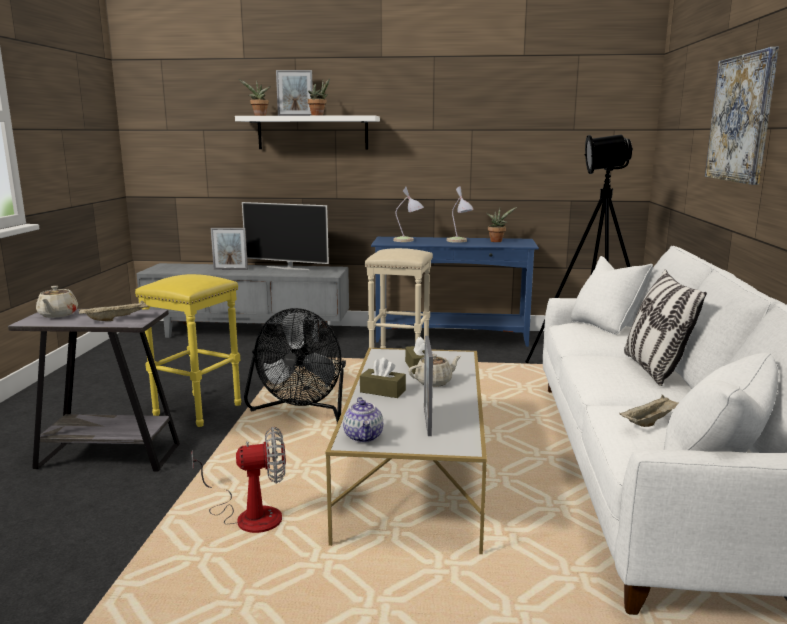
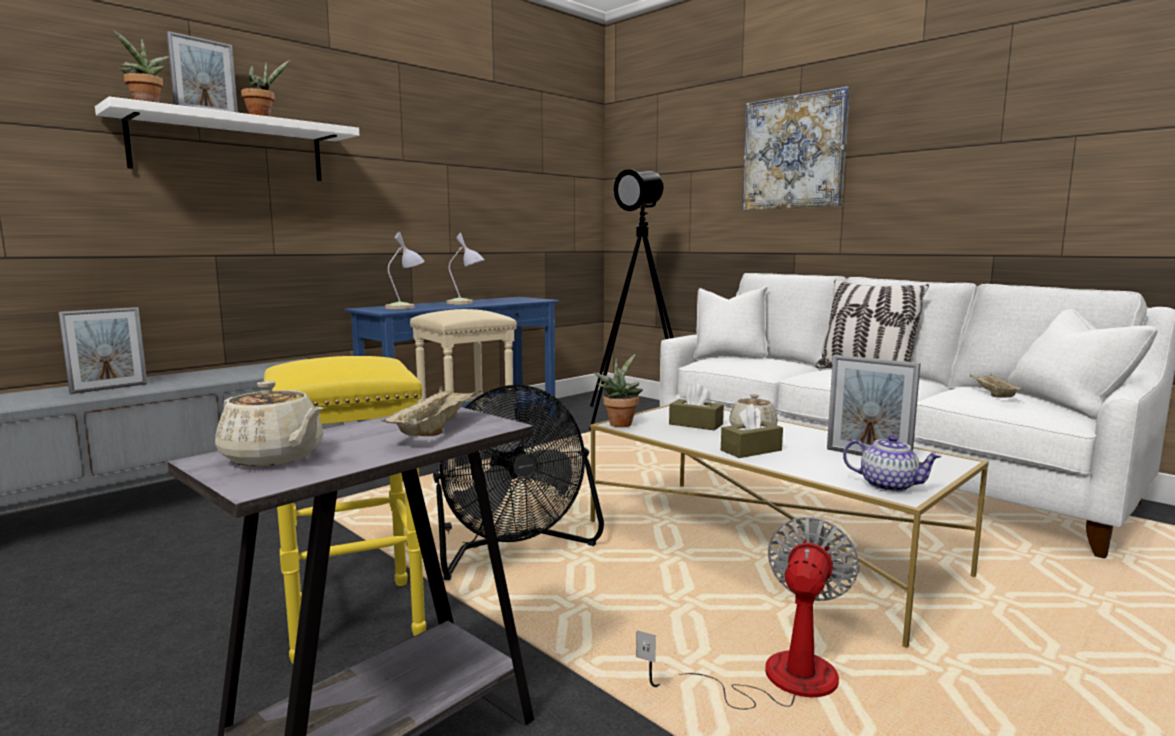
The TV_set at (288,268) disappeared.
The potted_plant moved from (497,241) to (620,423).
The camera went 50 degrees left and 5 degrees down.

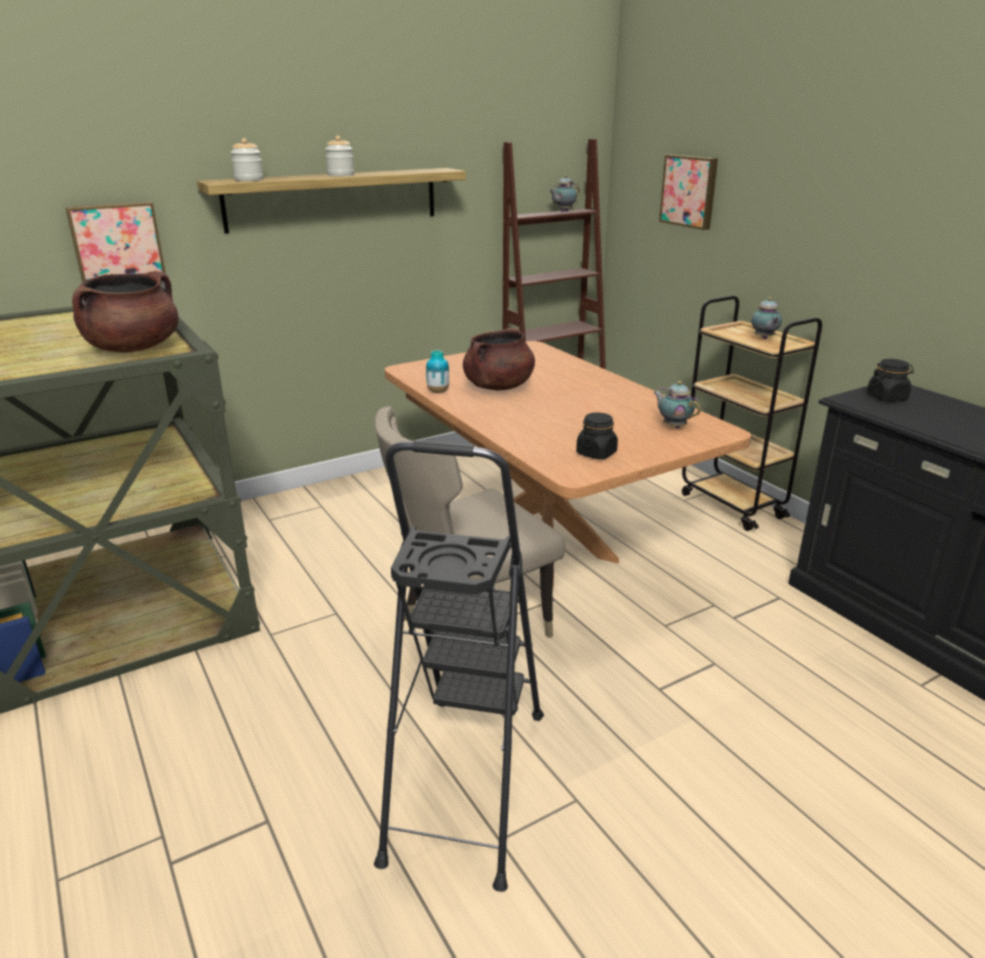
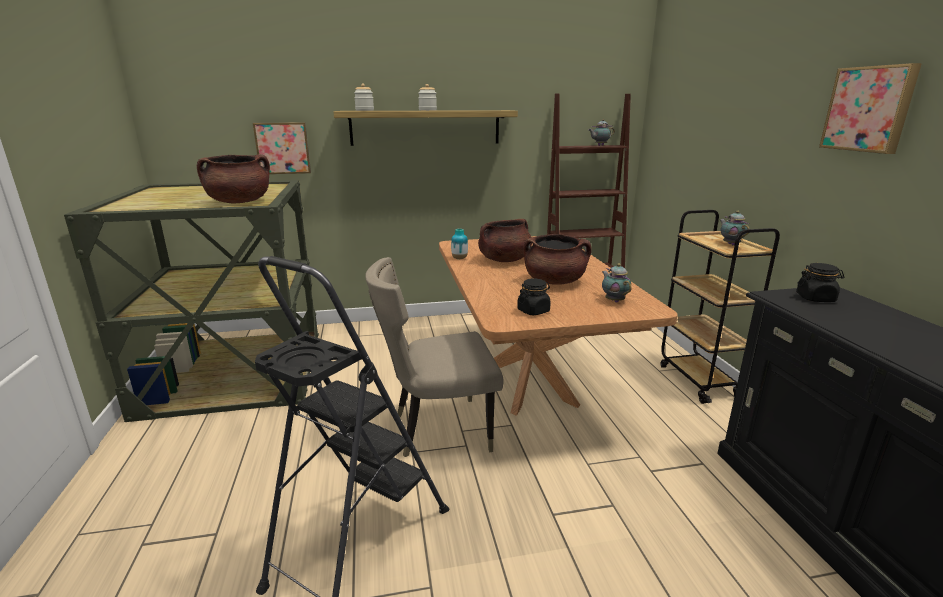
The wall_art moved from (690,191) to (869,109).
The pot_for_tea at (764,338) turned 150 degrees clockwise.
The brownish_cooking_pot at (554,282) appeared.
The camera went 20 degrees right and 5 degrees down.

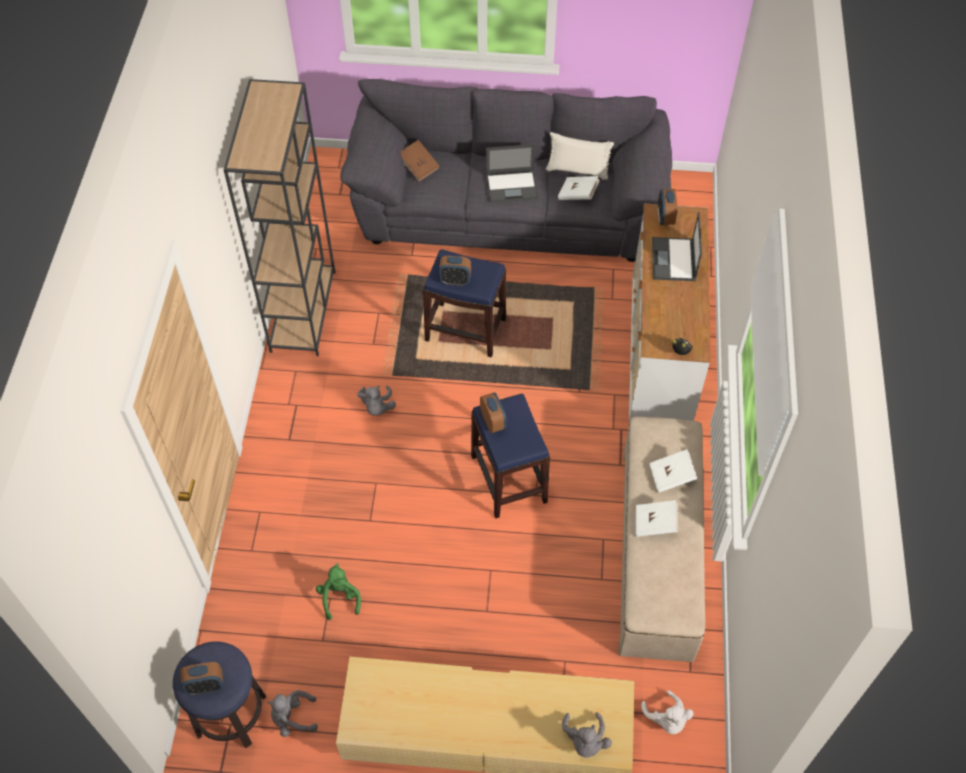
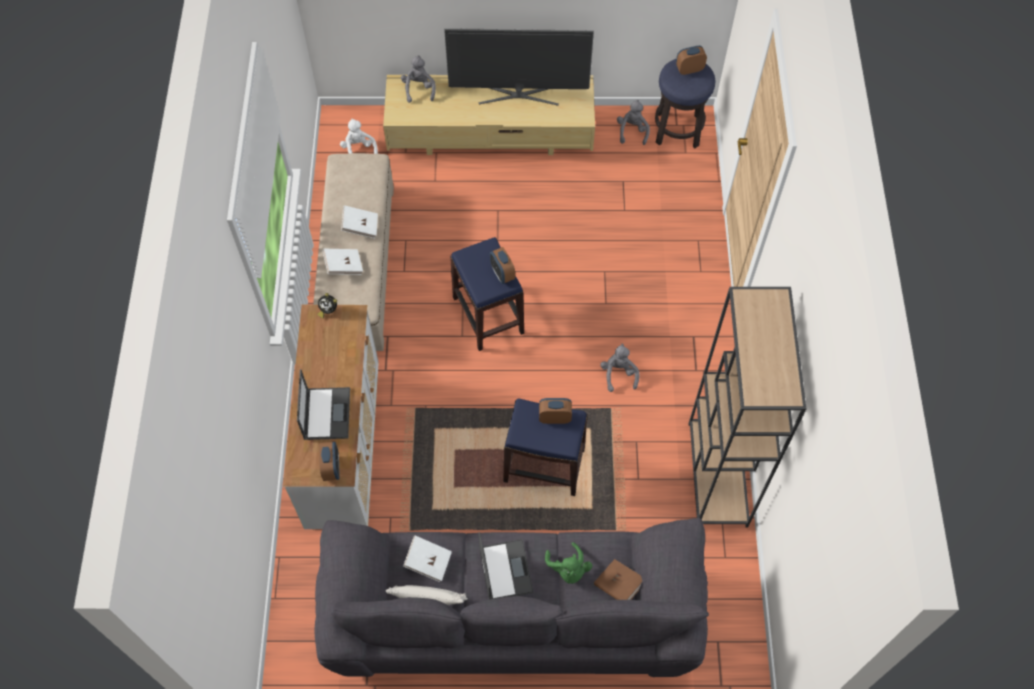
The notebook_computer at (512,186) turned 90 degrees clockwise.
The green-coloured_cuddly_toy moved from (339,597) to (568,569).
The grey_cuddly_toy at (293,718) turned 75 degrees counterclockwise.
The TV_set at (519,94) appeared.
The camera went 175 degrees right and 5 degrees up.

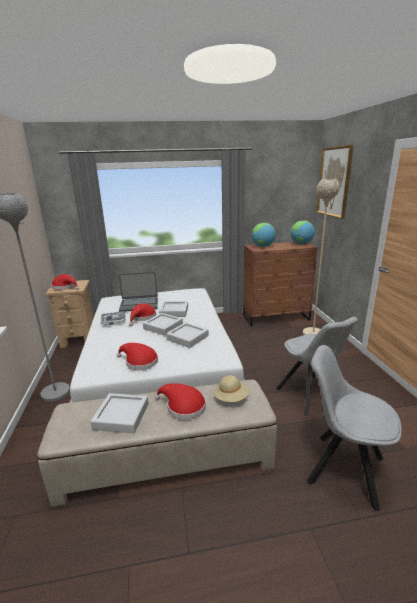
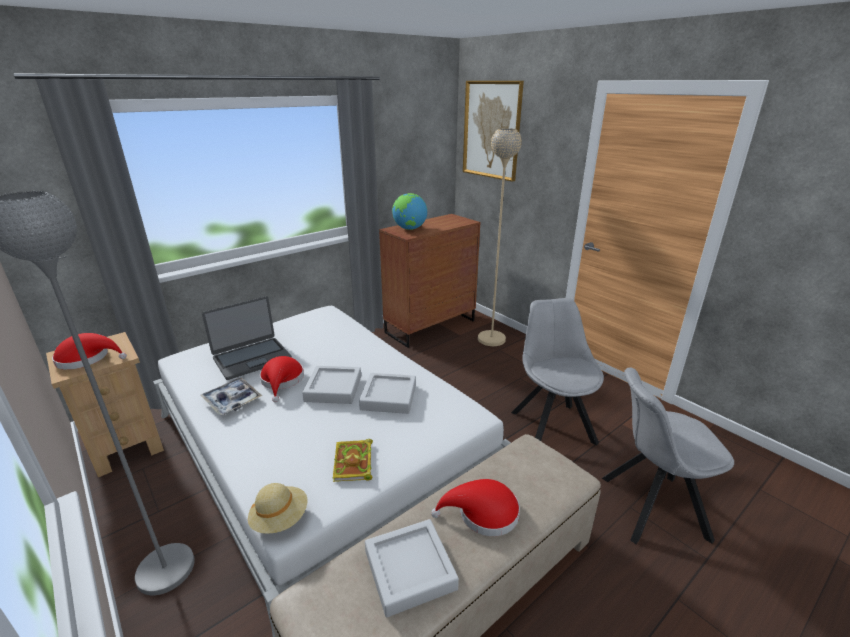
The desk_globe at (301,244) disappeared.
The grey_tray at (174,311) disappeared.
The grey_upright_chair at (311,395) turned 135 degrees counterclockwise.
The red-coloured_hat at (139,362) was replaced by the book at (354,463).
The beige-coloured_hat moved from (231,398) to (280,519).
The camera went 30 degrees left and 5 degrees up.

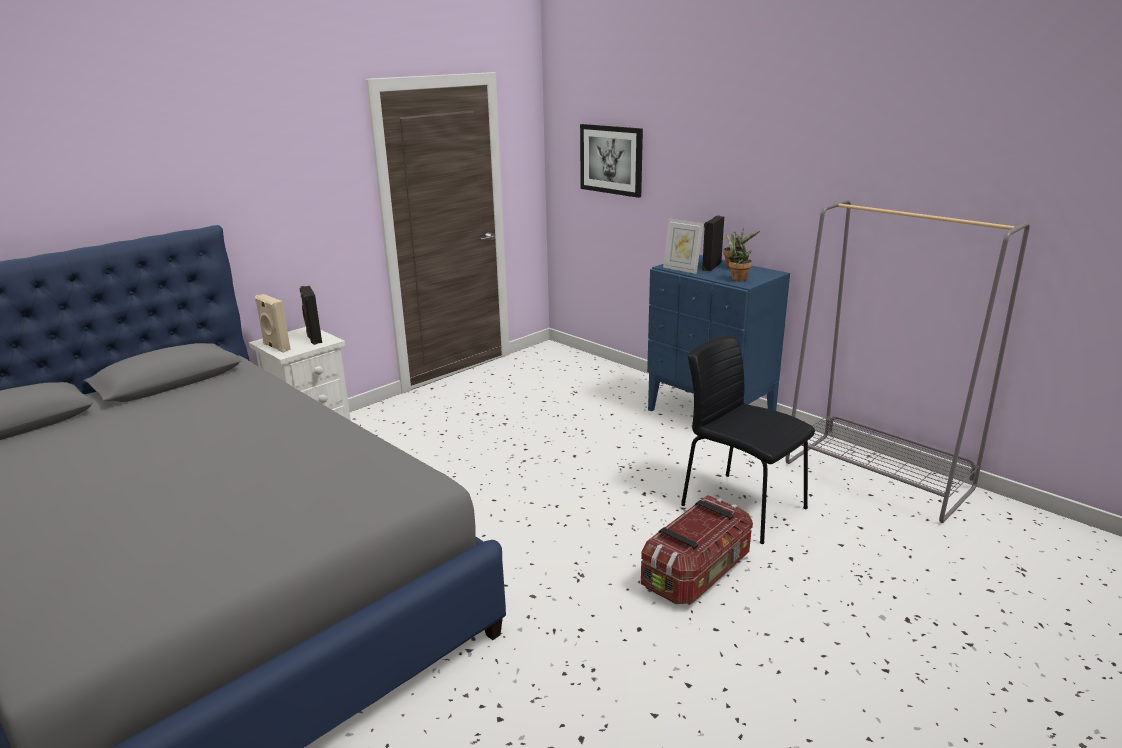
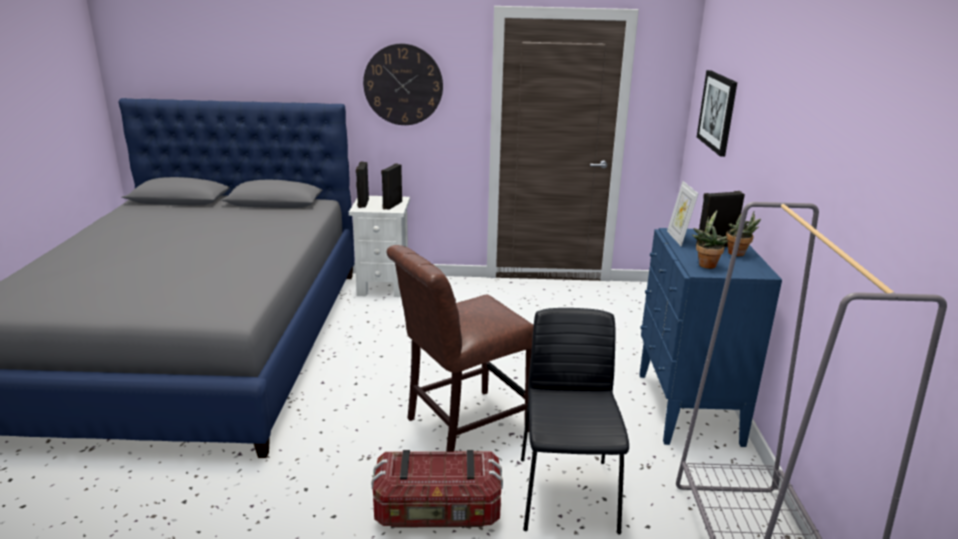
The beige-coloured_audio_speaker at (275,347) became the black_audio_speaker at (362,203).
The hanging_clock at (403,85) appeared.
The brownish_upright_chair at (461,426) appeared.
The camera went 45 degrees right and 0 degrees up.

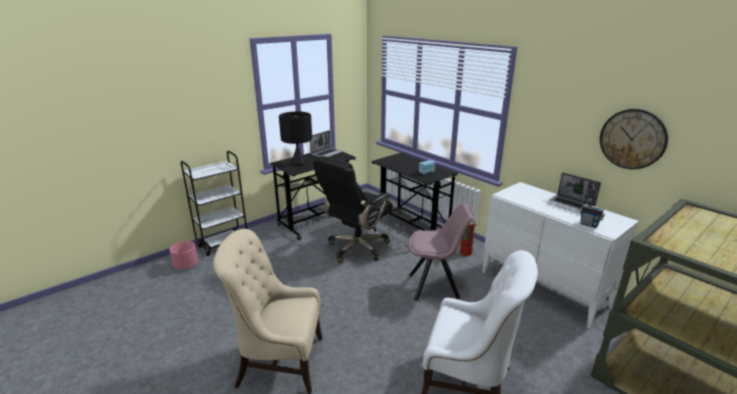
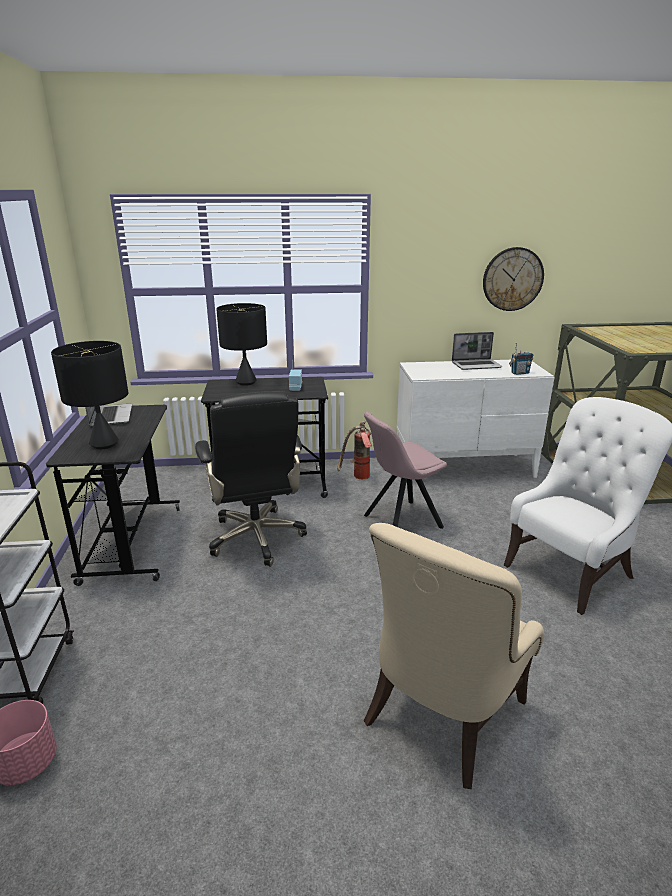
The pink_upright_chair at (434,287) turned 150 degrees counterclockwise.
The black_tabletop_lamp at (246,383) appeared.
The camera went 55 degrees left and 0 degrees up.

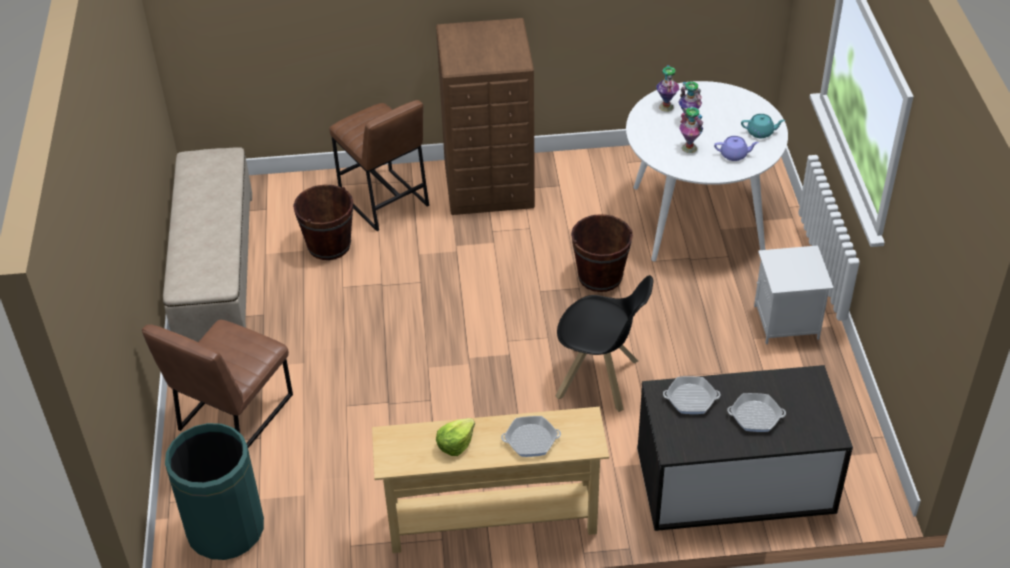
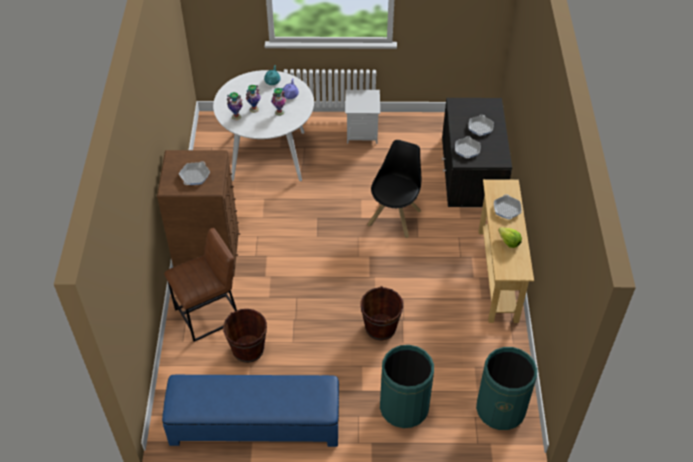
The beige-coloured_long_seat at (215,266) became the blue_long_seat at (254,423).
The brownish_water_bucket moved from (600,276) to (380,327).
The brownish_upright_chair at (233,414) was replaced by the green-coloured_waste_bin at (404,407).
The pan at (195,176) appeared.
The camera went 85 degrees left and 5 degrees up.

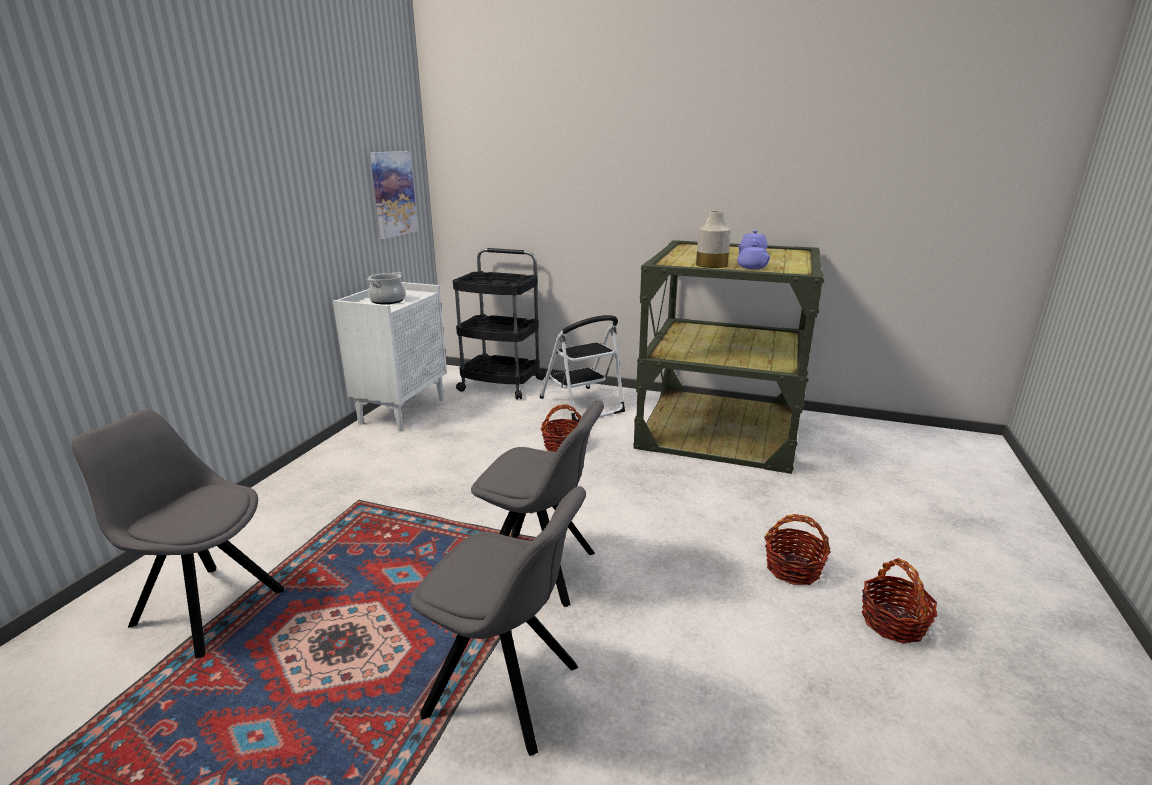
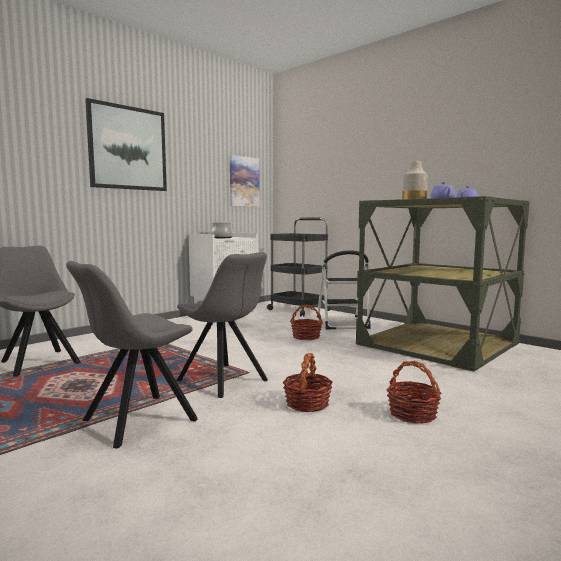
The grey_upright_chair at (504,690) turned 90 degrees clockwise.
The storage_basket moved from (893,622) to (307,404).
The wall_art at (128,148) appeared.
The camera went 25 degrees right and 15 degrees down.

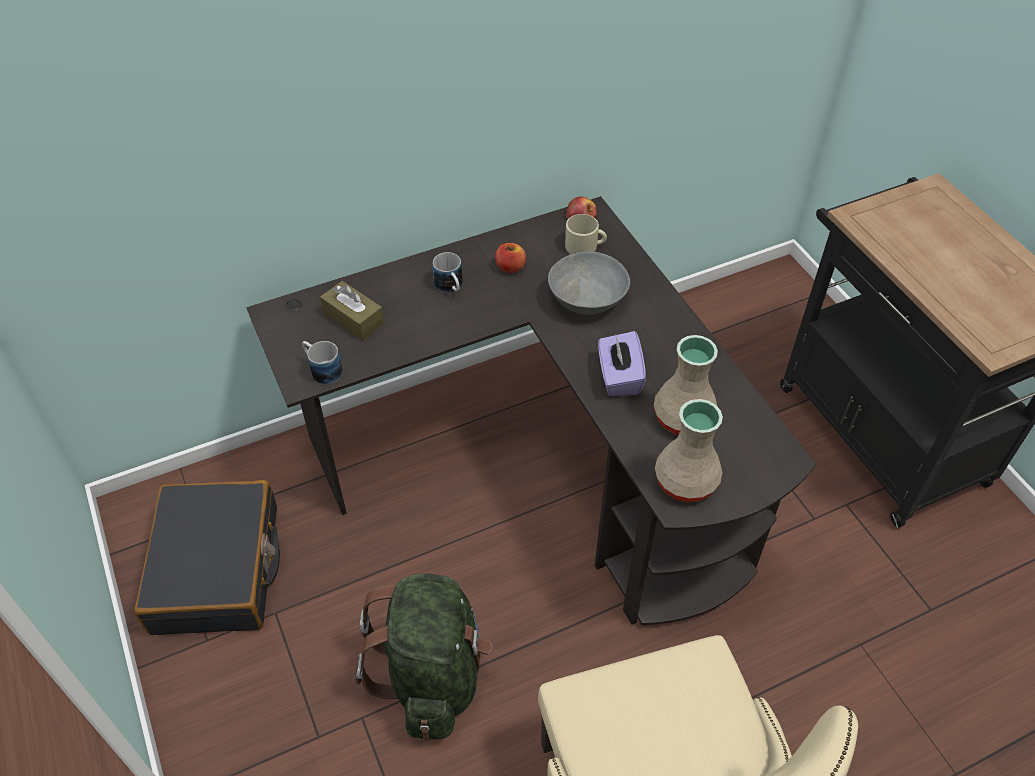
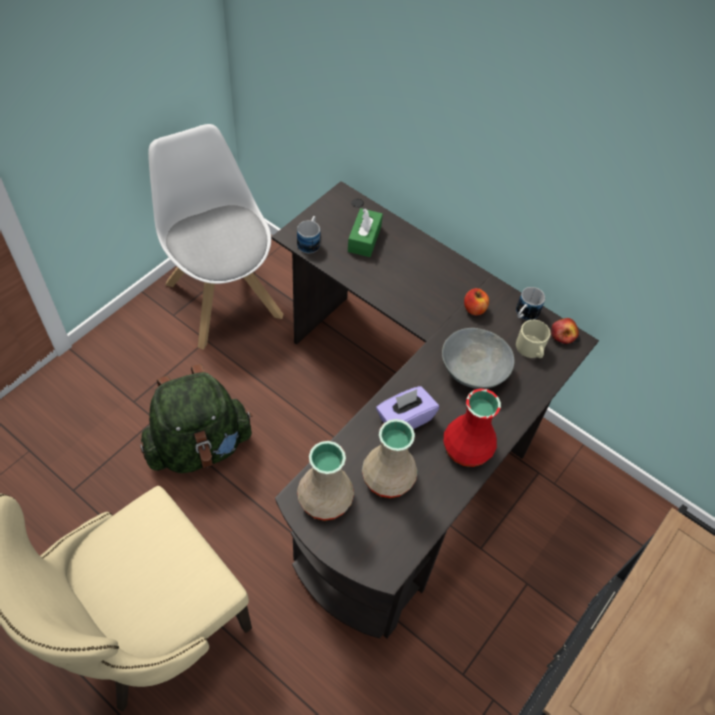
The mug moved from (451,288) to (524,315).
The brownish_tissue_box at (353,319) became the green-coloured_tissue_box at (364,239).
The black_suitcase at (217,569) was replaced by the upright_chair at (222,297).
The red-coloured_vase at (466,448) appeared.
The camera went 60 degrees right and 5 degrees up.

